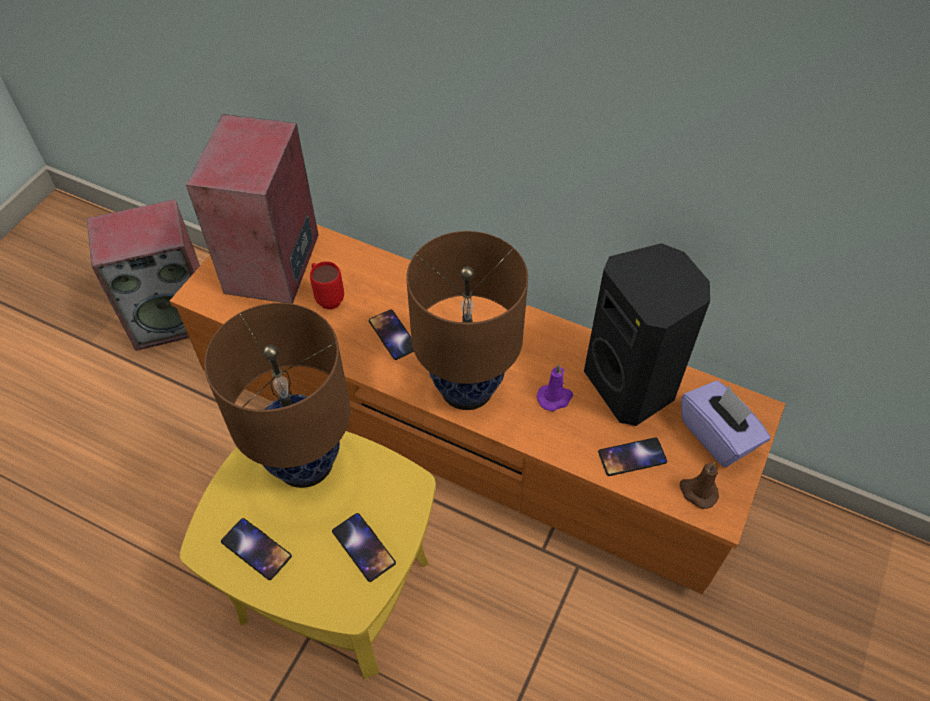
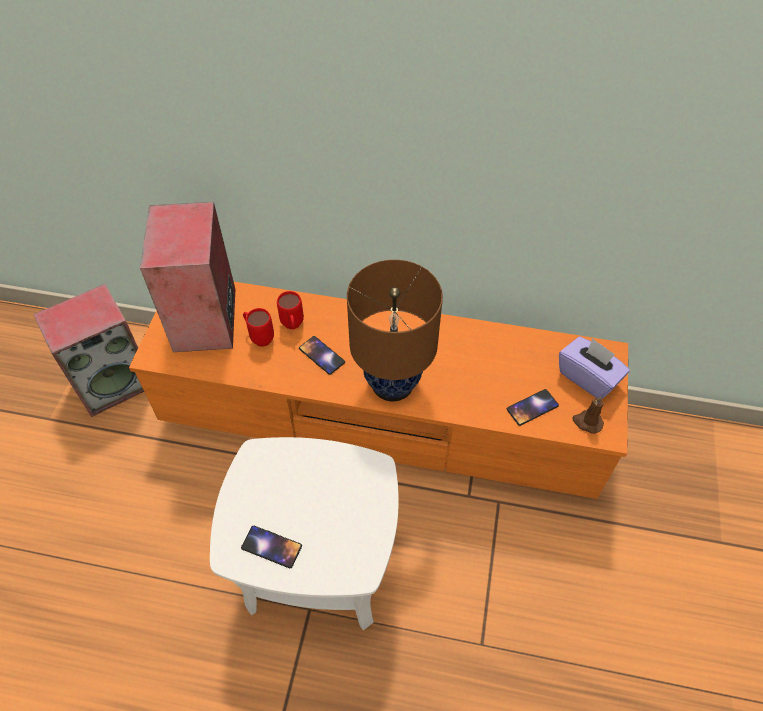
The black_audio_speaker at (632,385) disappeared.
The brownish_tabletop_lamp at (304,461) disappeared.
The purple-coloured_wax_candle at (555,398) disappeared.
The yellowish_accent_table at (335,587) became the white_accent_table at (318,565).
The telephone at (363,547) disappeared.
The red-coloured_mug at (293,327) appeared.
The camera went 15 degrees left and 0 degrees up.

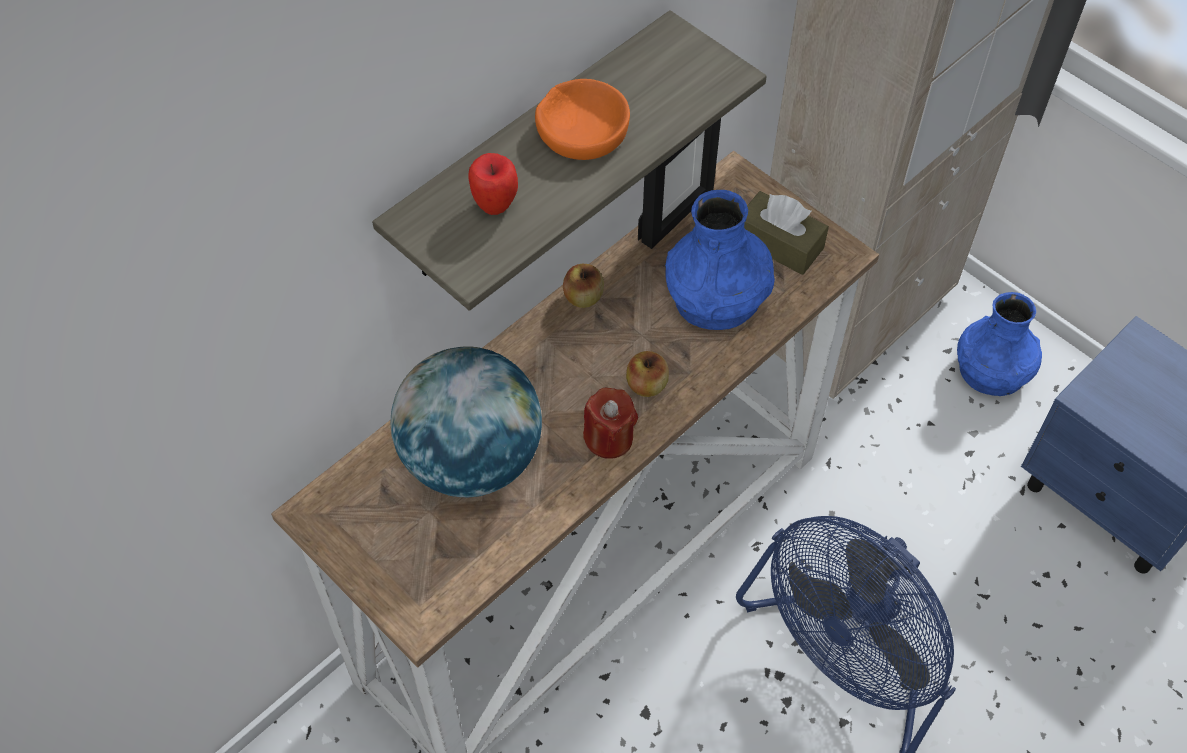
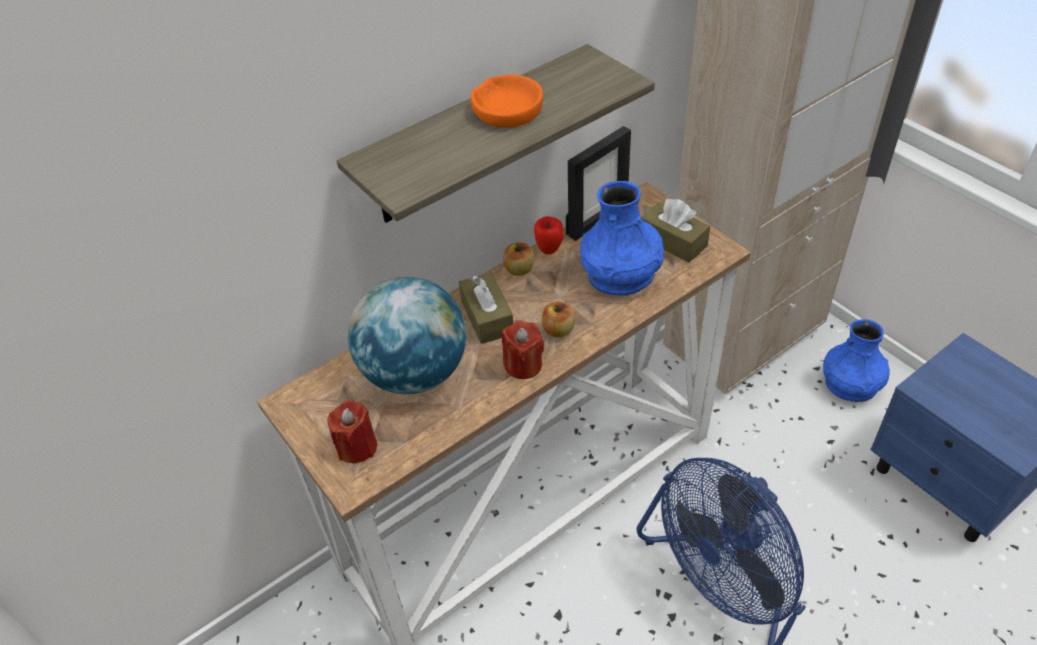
The apple_fruit moved from (495,205) to (549,249).
The brownish_tissue_box at (487,317) appeared.
The red-coloured_wax_candle at (357,447) appeared.
The camera went 10 degrees right and 10 degrees down.

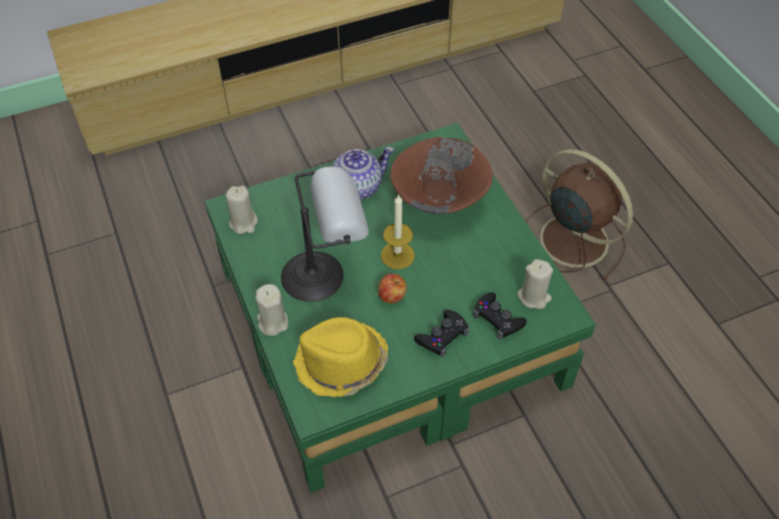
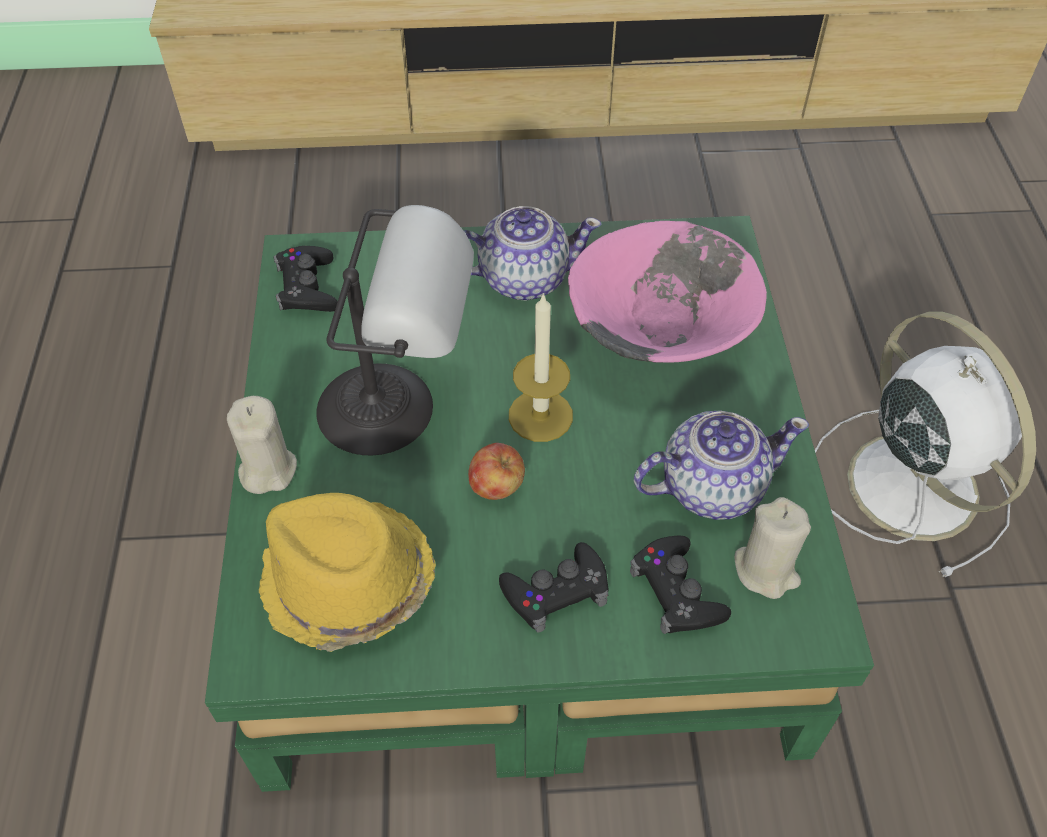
The brownish_bowl at (438,201) became the pink_bowl at (657,340).
The brownish_cooling_fan at (571,238) became the white_cooling_fan at (908,481).
The beige-coloured_wax_candle at (243,223) was replaced by the black_gamepad at (307,287).
The pot_for_tea at (710,486) appeared.
The camera went 20 degrees right and 0 degrees up.

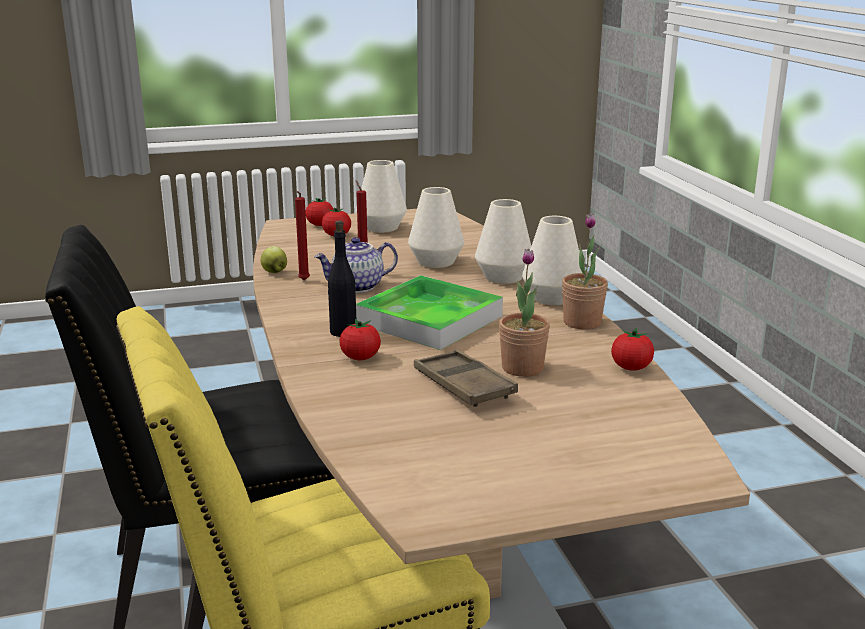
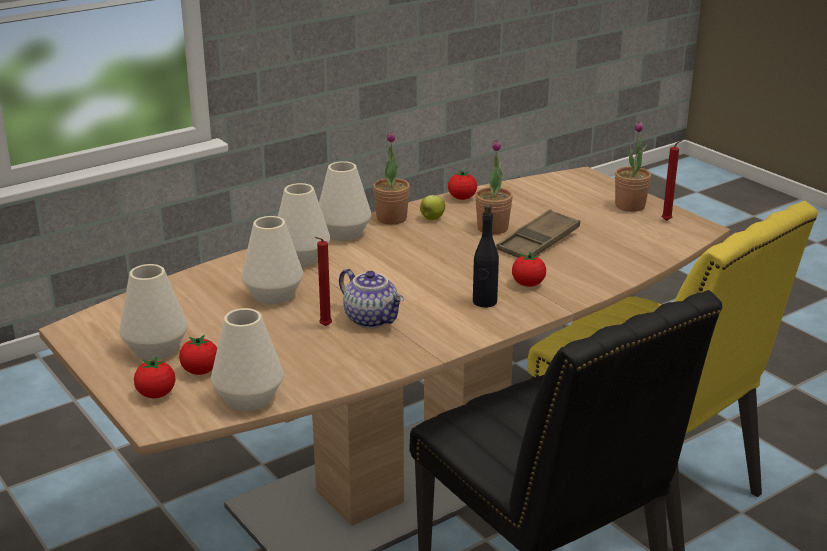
The red-coloured_wax_candle moved from (303,281) to (668,220).
The apple_fruit moved from (274,272) to (432,218).
The tray at (429,319) disappeared.
The potted_plant at (630,206) appeared.
The white_vase at (249,399) appeared.
The camera went 110 degrees left and 5 degrees up.

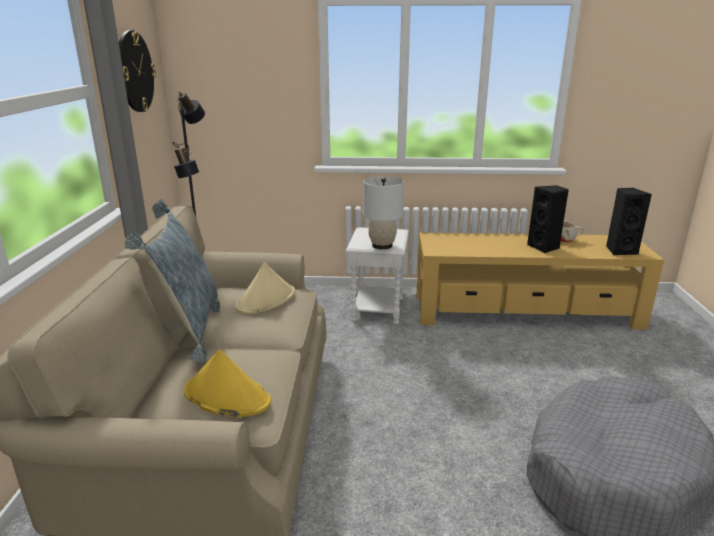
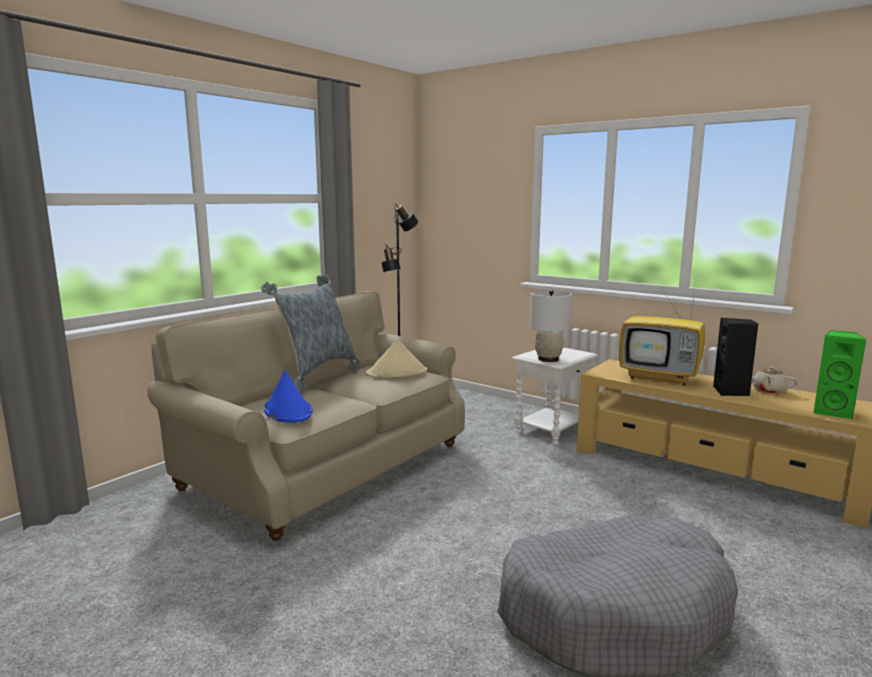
The hanging_clock at (134,72) disappeared.
The black_audio_speaker at (620,251) became the green-coloured_audio_speaker at (832,412).
The yellowish_hat at (226,396) became the blue_hat at (287,411).
The TV_set at (661,377) appeared.
The camera went 35 degrees right and 10 degrees down.

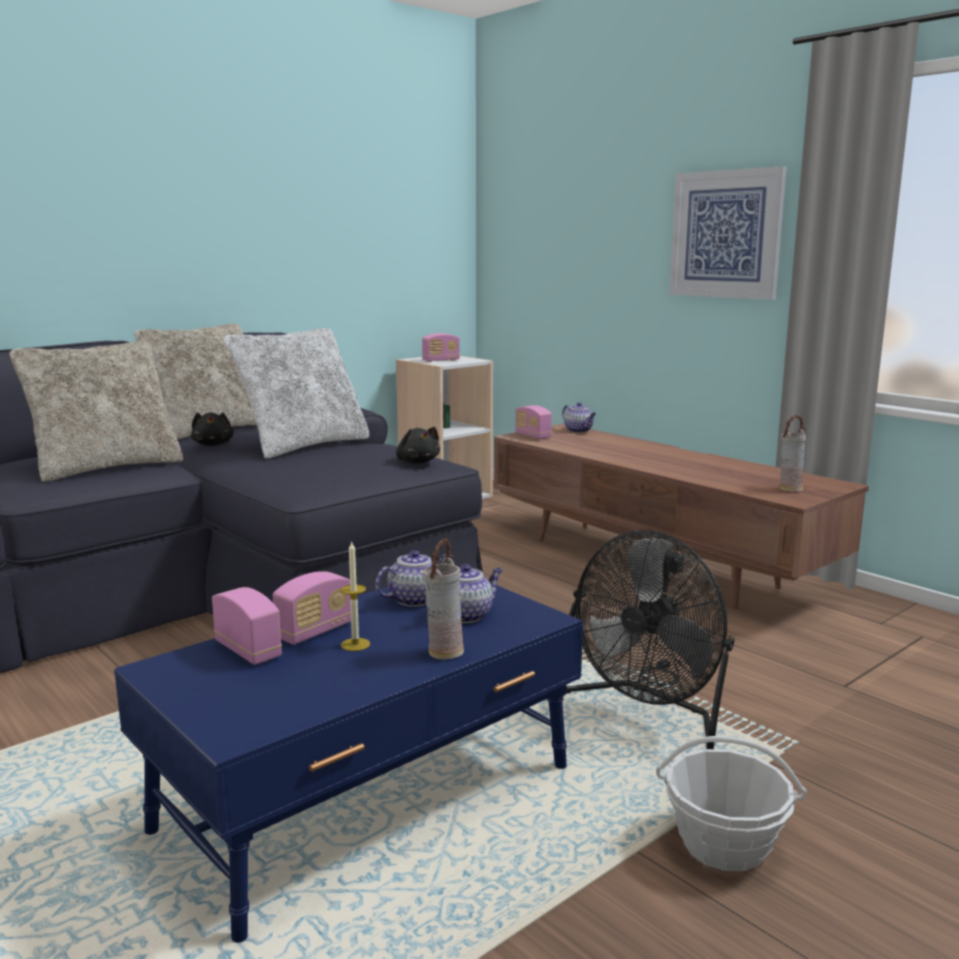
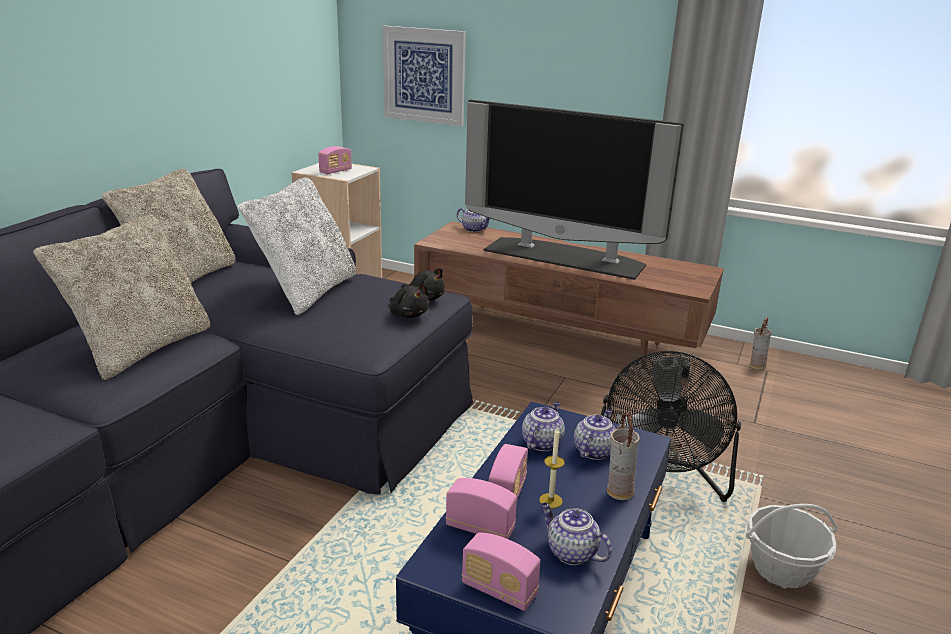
The wall_art moved from (726,234) to (424,75).
The radio_set moved from (532,436) to (499,590).
The black_cuddly_toy moved from (213,445) to (408,314).
The vase moved from (789,489) to (756,366).
The TV_set at (565,257) appeared.
The pot_for_tea at (570,552) appeared.
The camera went 25 degrees left and 10 degrees up.

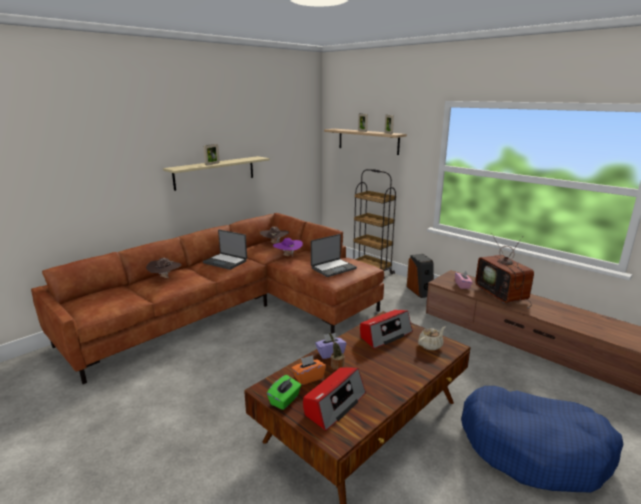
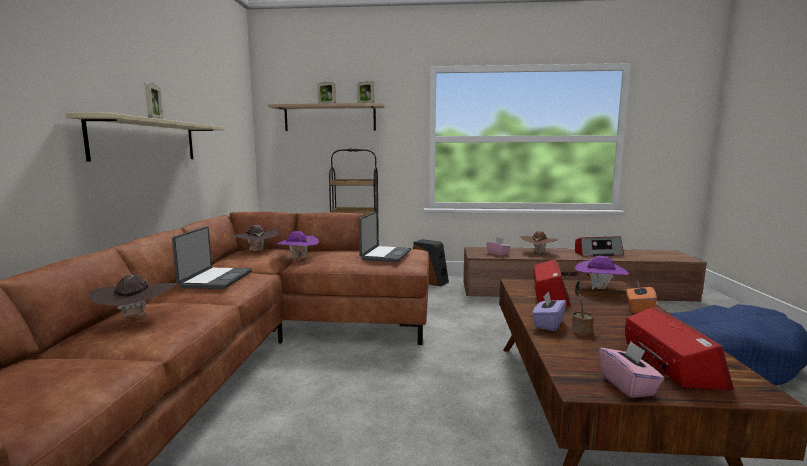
The notebook_computer at (226,262) turned 75 degrees counterclockwise.
The TV_set at (503,295) was replaced by the brownish_hat at (538,252).
The beige-coloured_pot_for_tea at (430,345) was replaced by the purple-coloured_hat at (599,289).
The orangey_tissue_box moved from (308,378) to (639,309).
The green-coloured_tissue_box at (285,400) became the pink_tissue_box at (628,385).
The radio_set at (597,253) appeared.
The camera went 40 degrees left and 10 degrees down.

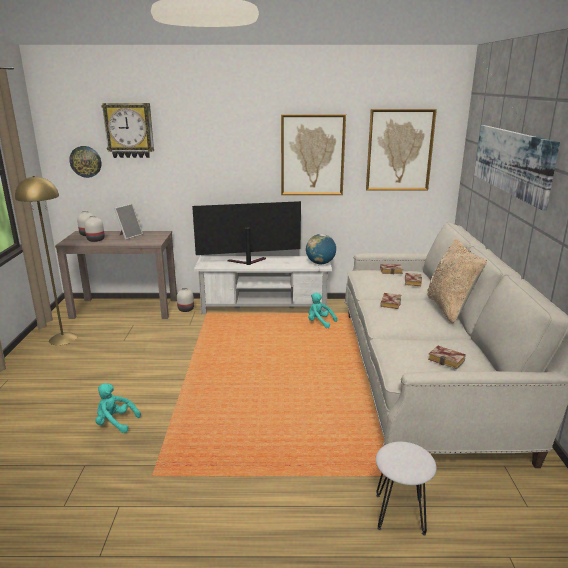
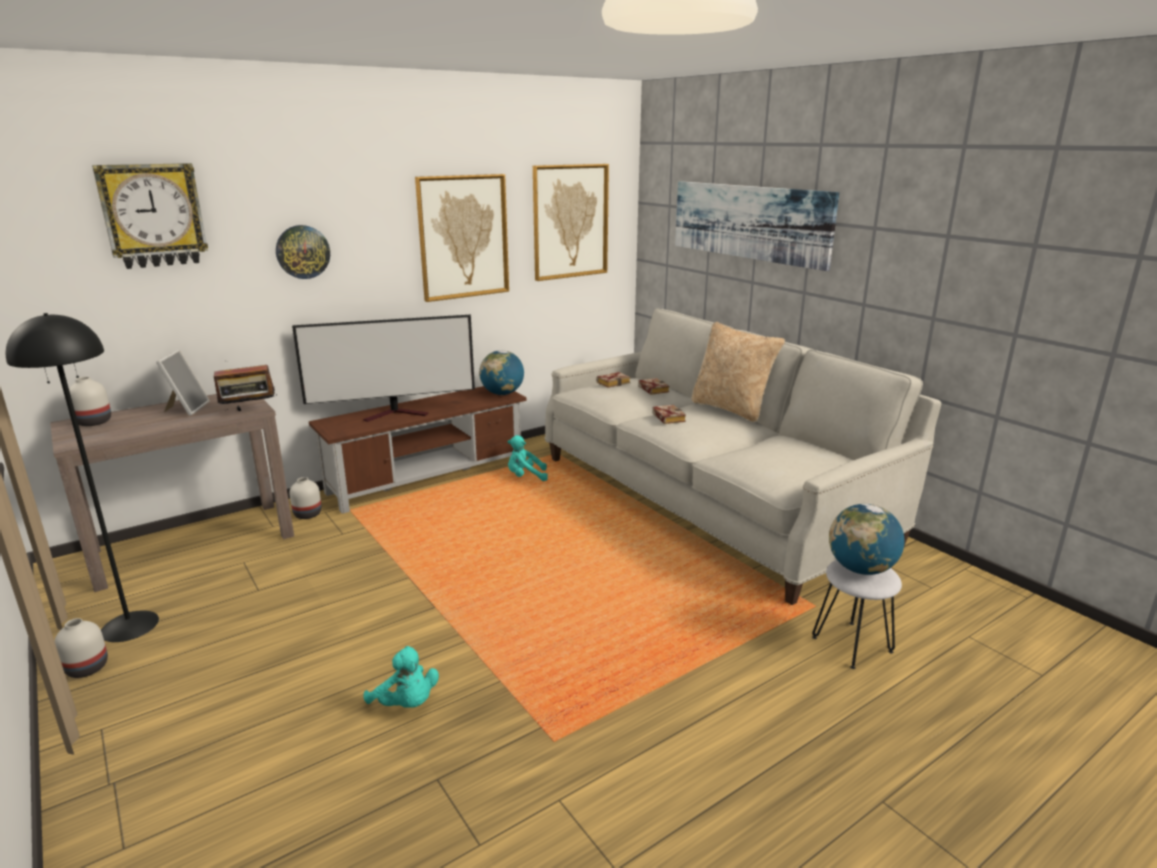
The hanging_clock moved from (85,161) to (302,252).
The yellowish_floor_lamp at (63,338) became the black_floor_lamp at (129,625).
The TV_set at (246,262) turned 150 degrees counterclockwise.
The white_vase moved from (96,240) to (88,667).
The white_tv_stand at (264,307) became the brownish_tv_stand at (428,479).
The book at (448,360) disappeared.
The turquoise_cuddly_toy at (115,422) turned 120 degrees counterclockwise.
The radio_set at (249,411) appeared.
The desk_globe at (861,569) appeared.
The camera went 35 degrees left and 0 degrees up.

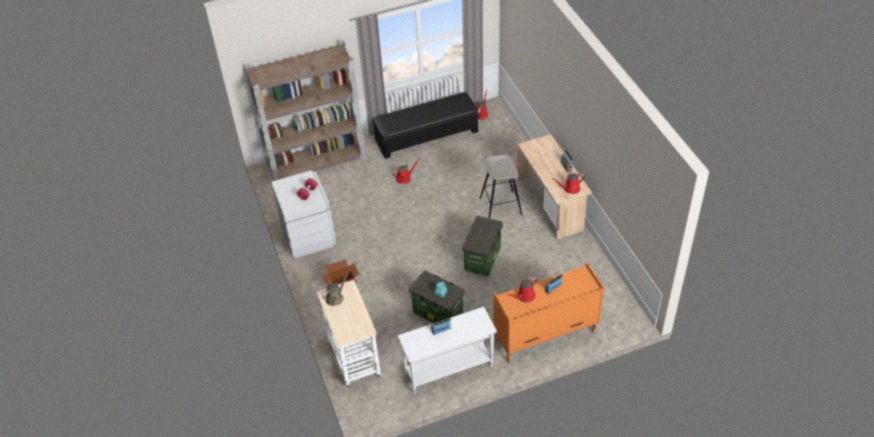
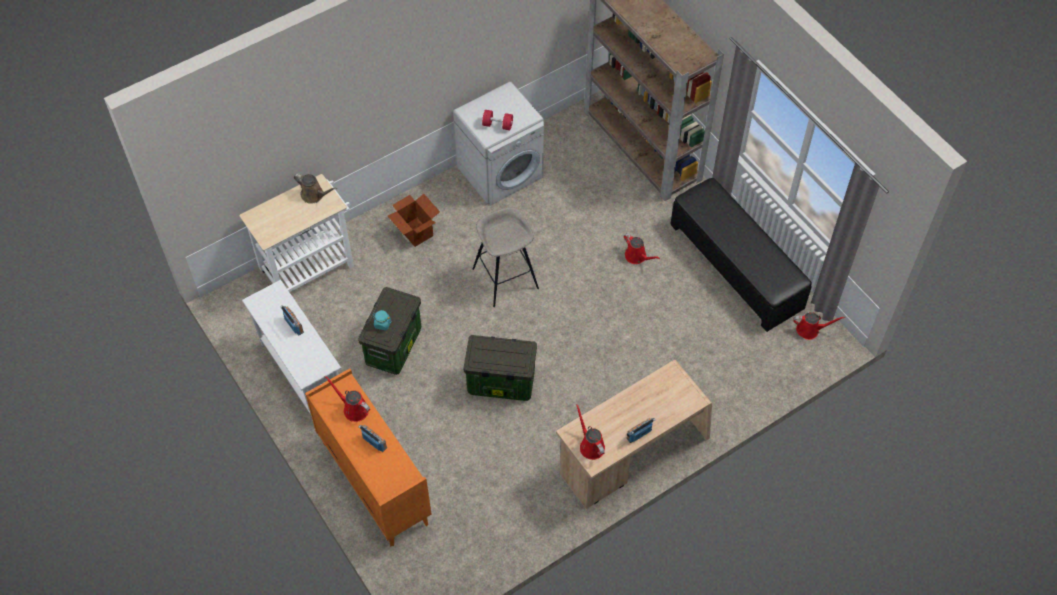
The grey_stool moved from (500,206) to (505,278).
The camera went 75 degrees right and 10 degrees up.

